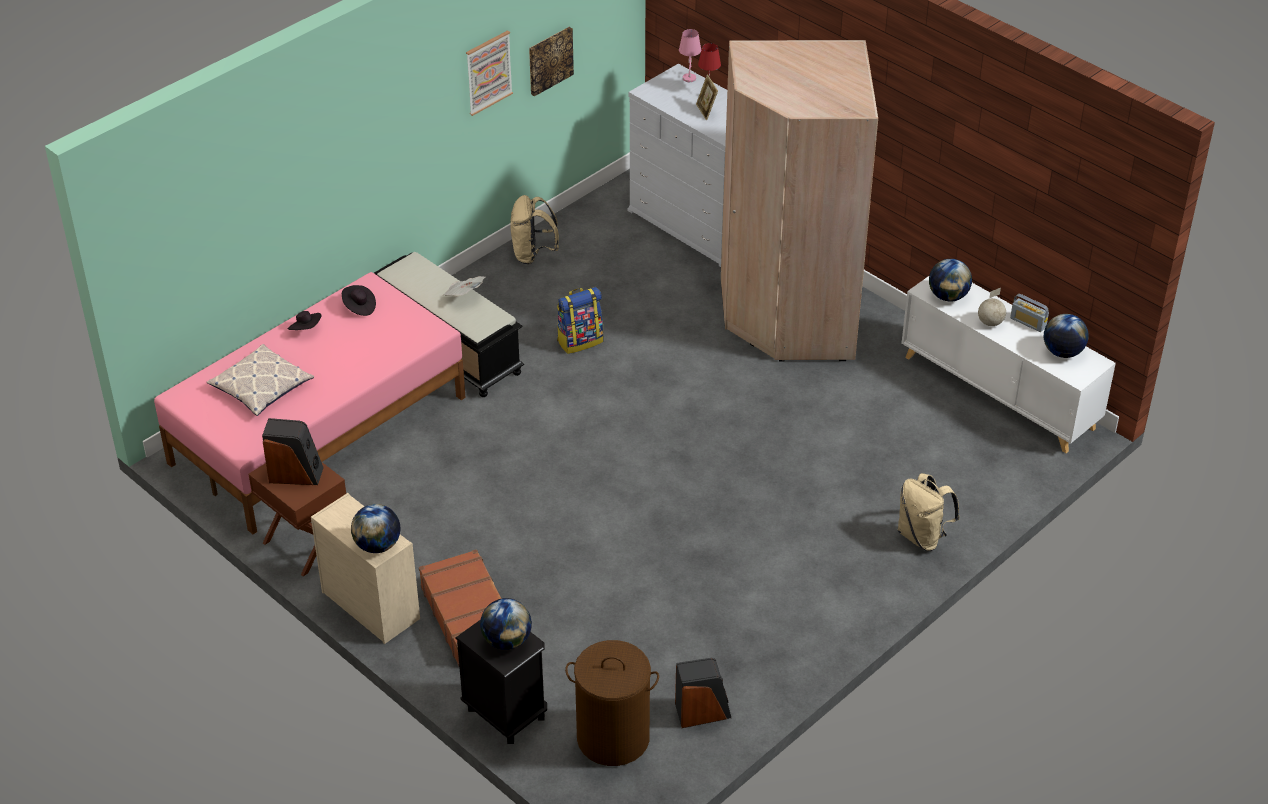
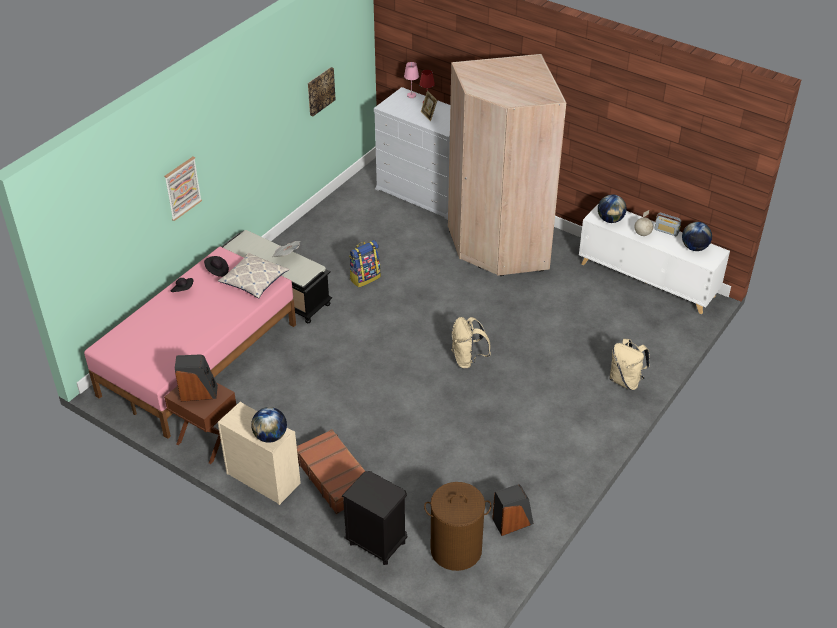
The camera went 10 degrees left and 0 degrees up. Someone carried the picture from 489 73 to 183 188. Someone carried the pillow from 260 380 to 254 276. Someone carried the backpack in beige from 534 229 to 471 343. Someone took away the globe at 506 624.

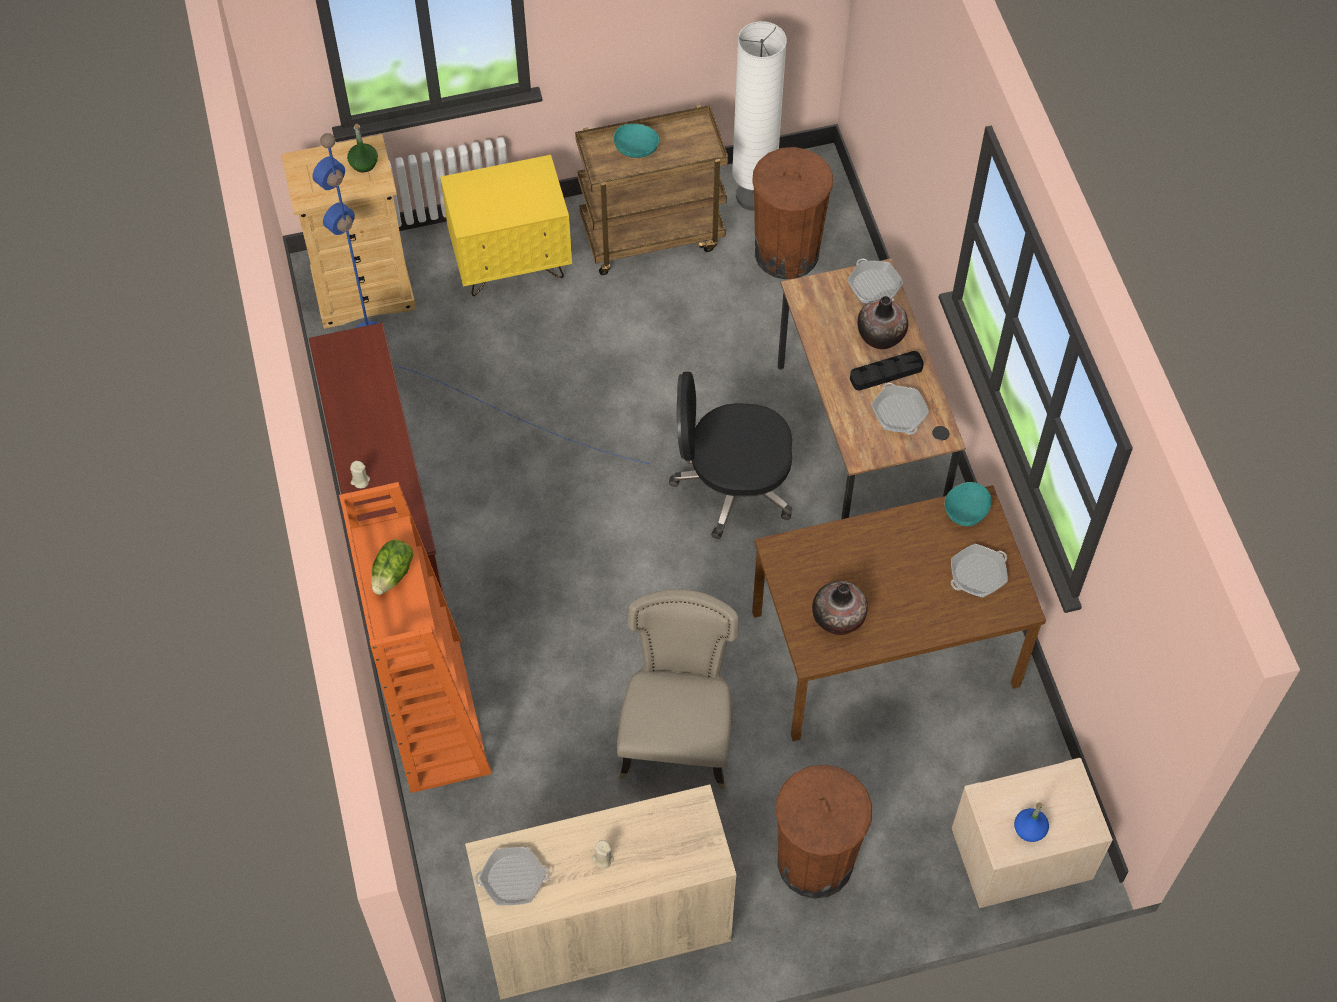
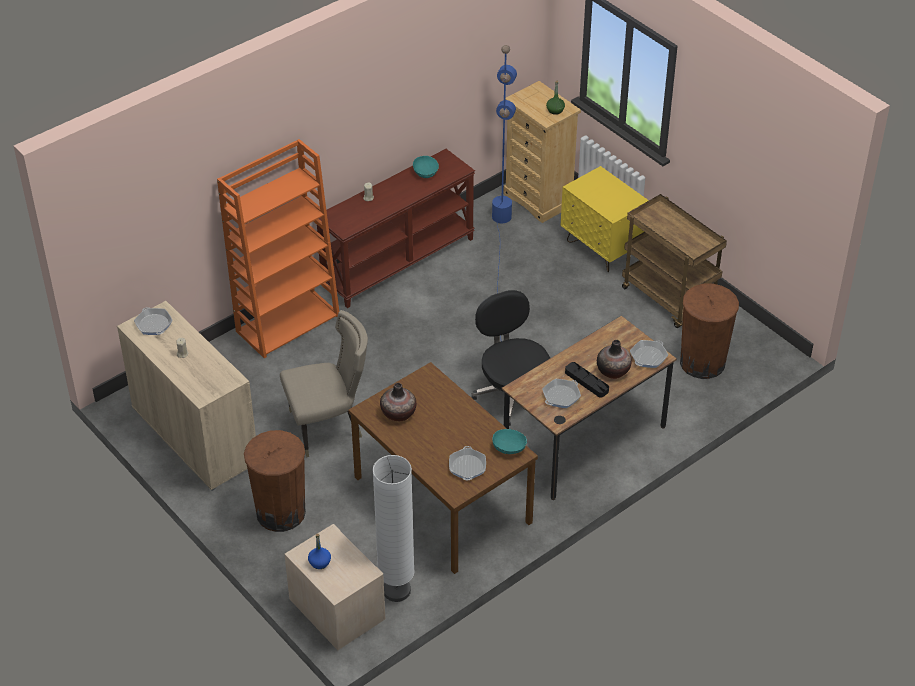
The camera went 65 degrees right and 15 degrees down. Someone carried the floor lamp in white from 759 116 to 393 528. Someone carried the bowl in turquoise from 636 140 to 426 167. Someone rotated the frying pan at 979 570 by 120 degrees counterclockwise. Someone took away the lettuce at 392 567.

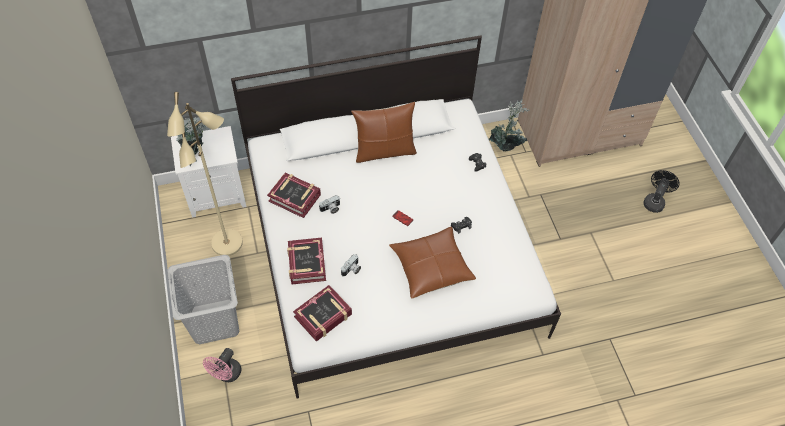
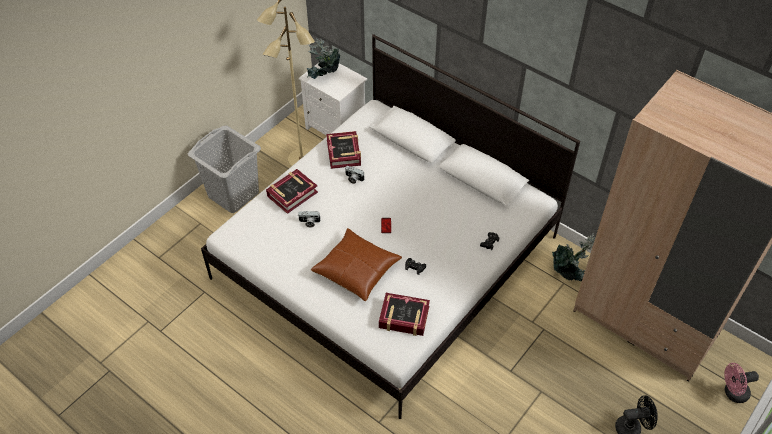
The camera went 55 degrees right and 5 degrees down. Someone carried the book from 322 313 to 404 314. Someone carried the fan in pink from 222 365 to 741 383. Someone took away the pillow in brown at 384 132.

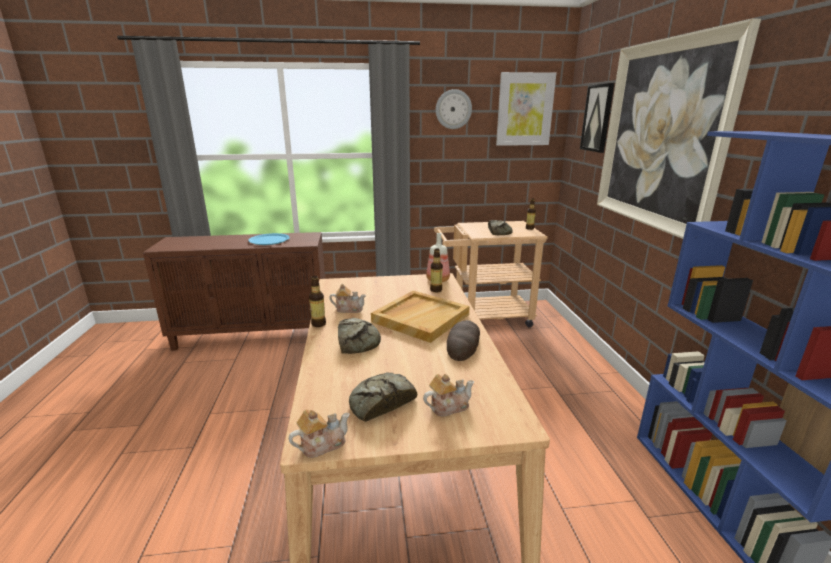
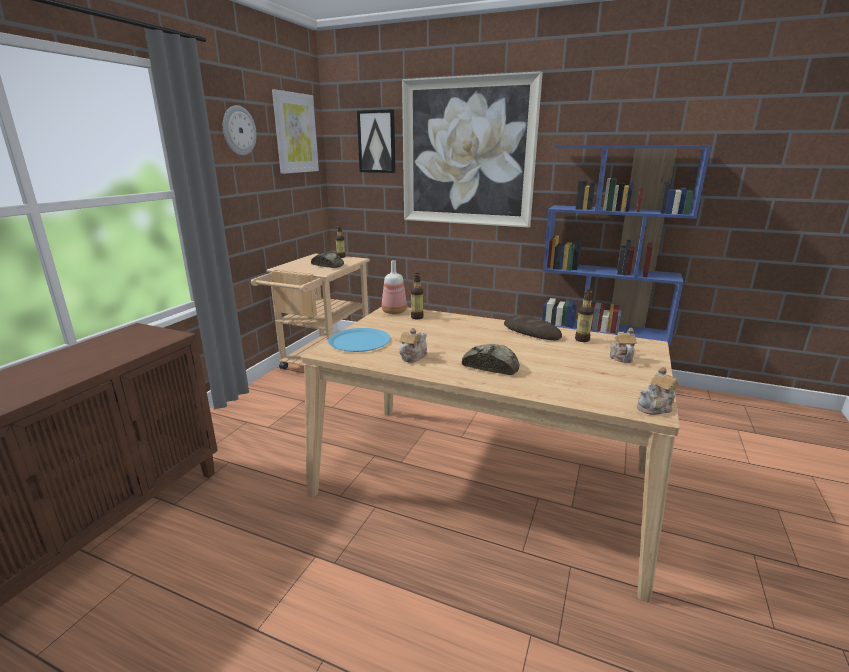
The camera went 60 degrees left and 0 degrees up. Someone carried the plate in blue from 269 239 to 359 340. Someone carried the bottle from 317 301 to 584 316. Someone rotated the teapot at 319 433 by 120 degrees counterclockwise. Someone took away the bread at 383 397. Someone took away the tray in beige at 420 316.

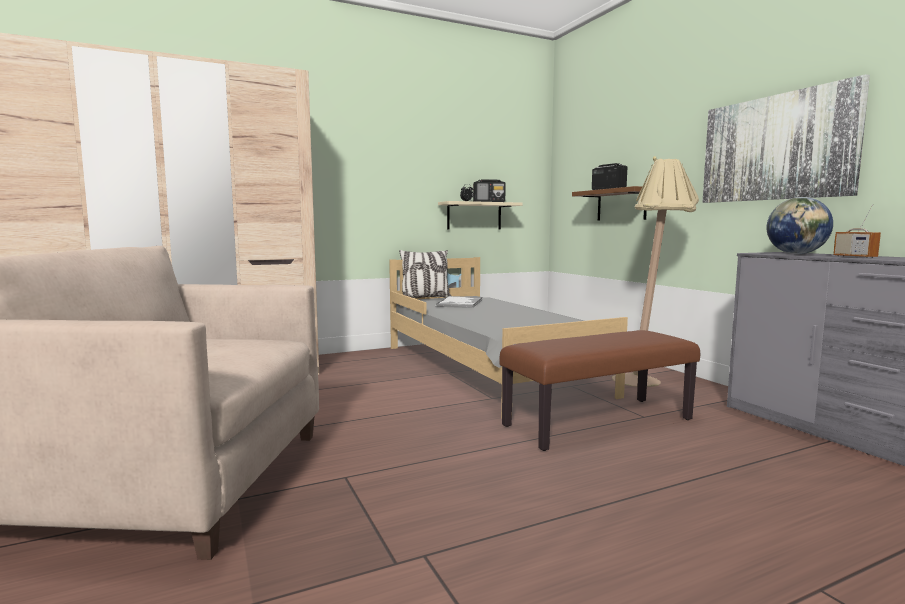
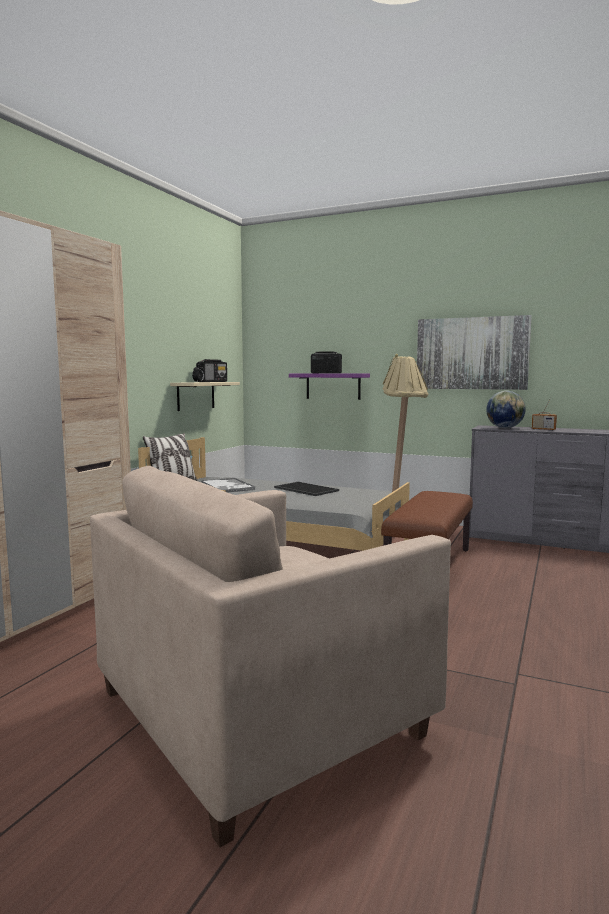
The camera went 40 degrees left and 0 degrees up. Someone put down the tray at 306 489. Someone repainted the shelf in brown at 609 203, which became the shelf in purple at 329 386.

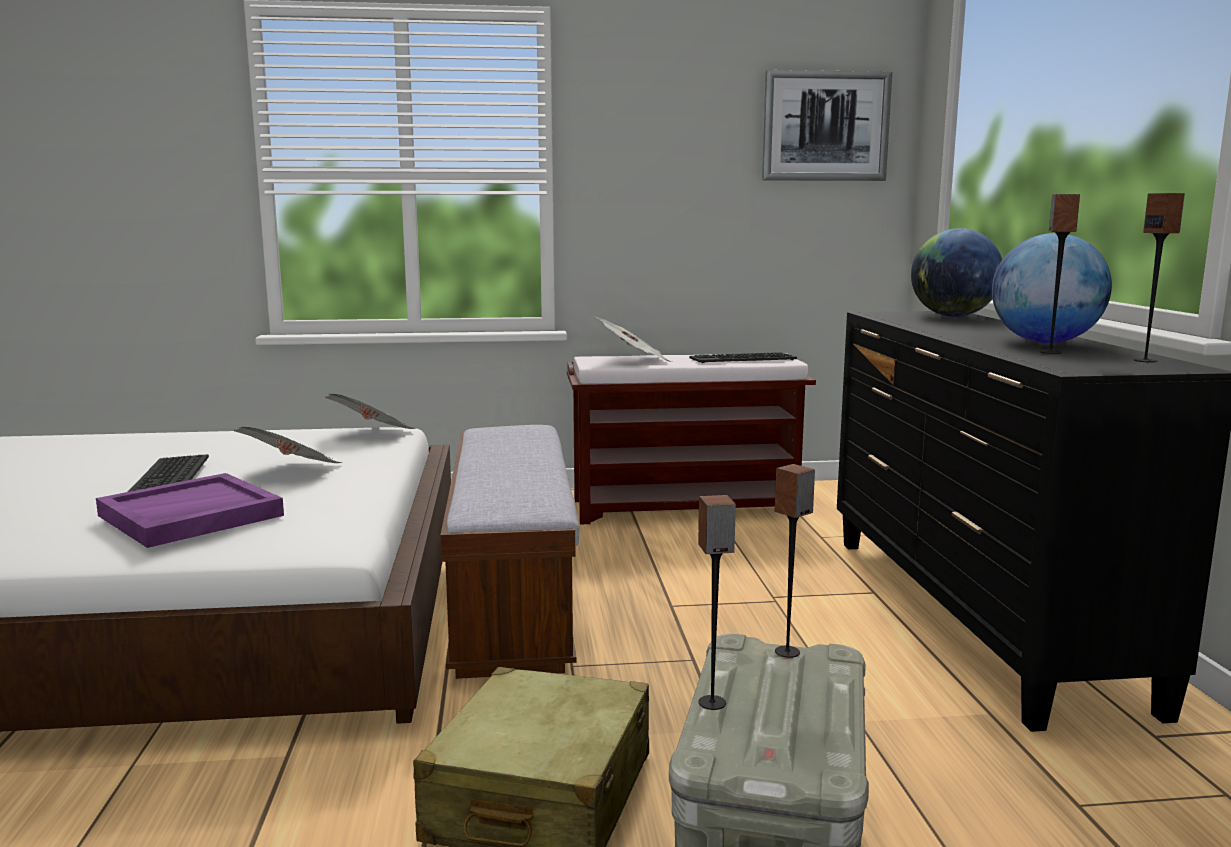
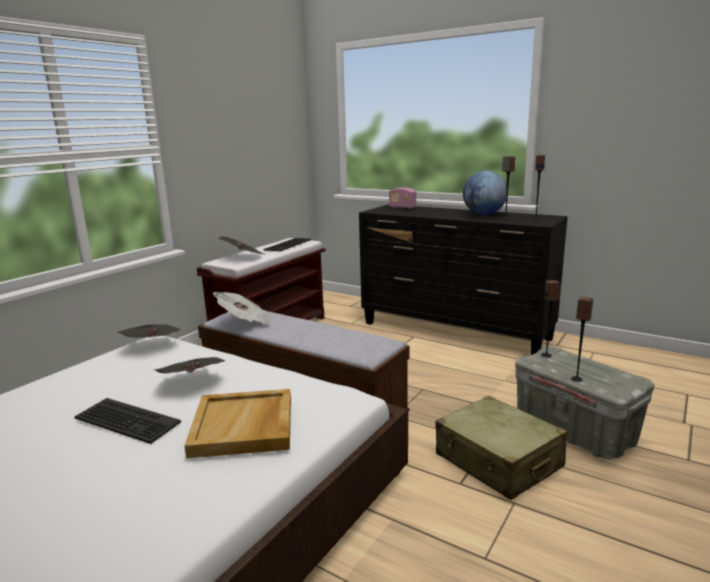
The camera went 50 degrees left and 5 degrees up. Someone repainted the tray in purple at 190 510, which became the tray in beige at 237 423. Someone put down the newspaper at 242 308. Someone swapped the globe at 956 272 for the radio at 402 198. Someone took away the picture at 827 125.

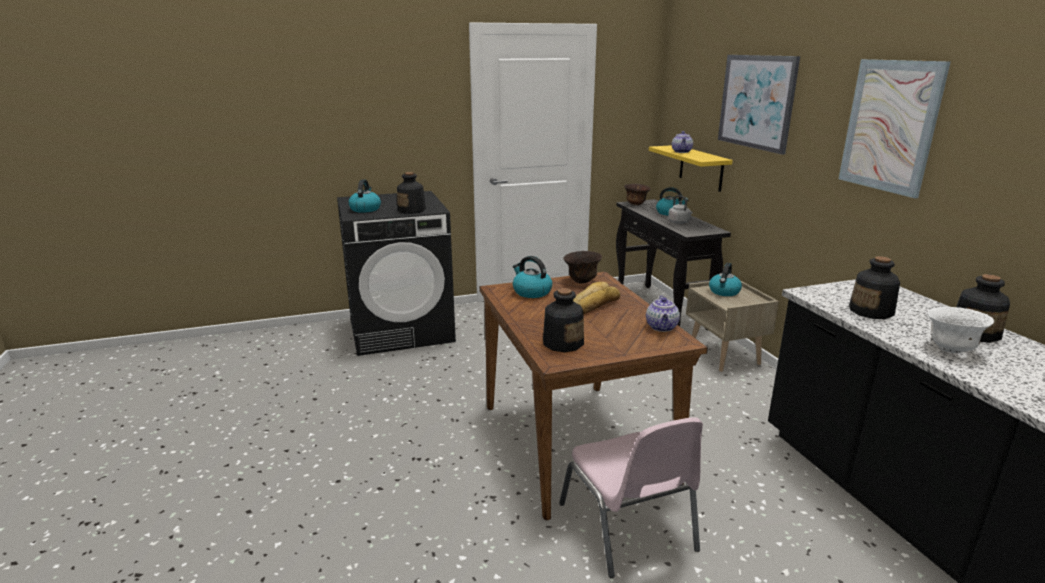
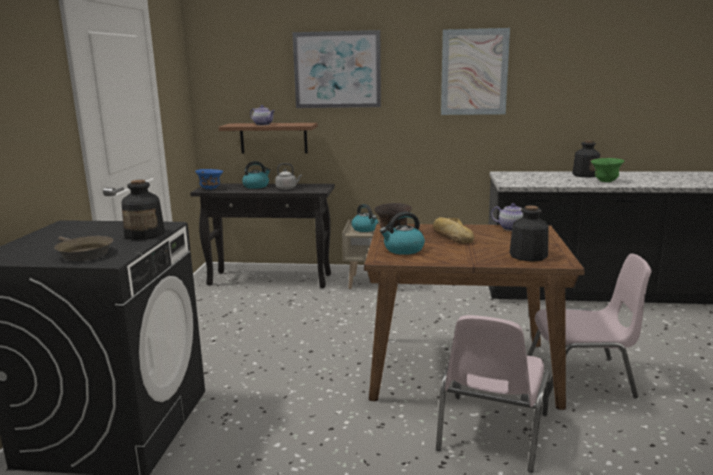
The camera went 65 degrees left and 5 degrees down. Someone swapped the kettle at 364 196 for the frying pan in brown at 83 248. Someone repainted the bowl in brown at 637 194, which became the bowl in blue at 209 179. Someone repainted the shelf in yellow at 691 168, which became the shelf in brown at 268 138. Someone put down the chair in pink at 493 394. Someone repainted the bowl in white at 960 330, which became the bowl in green at 608 170. Someone took away the bottle at 874 287.

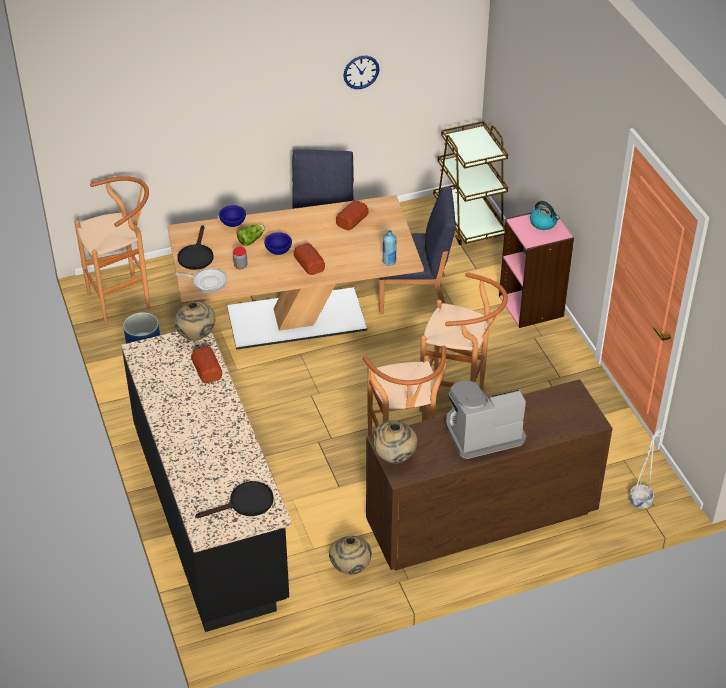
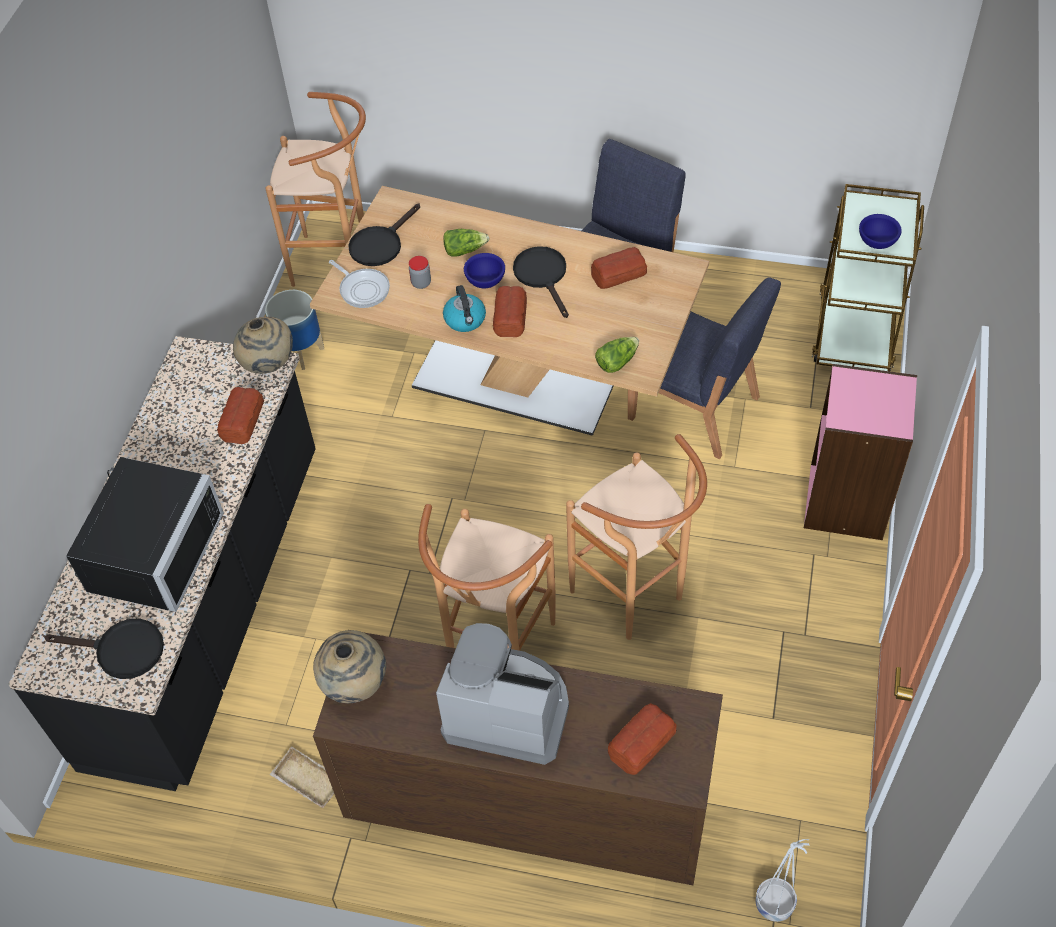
The camera went 35 degrees right and 10 degrees up. Someone put down the microwave in black at 145 534. Someone swapped the vase in beige at 350 555 for the tray in beige at 302 777. Someone carried the kettle from 545 215 to 464 308. Someone put down the frying pan in black at 541 282. Someone swapped the bottle in blue at 390 248 for the lettuce at 617 355. Someone put down the bread at 642 739. Someone carried the bowl in blue from 232 216 to 880 231. Someone took away the wall clock at 361 72.

